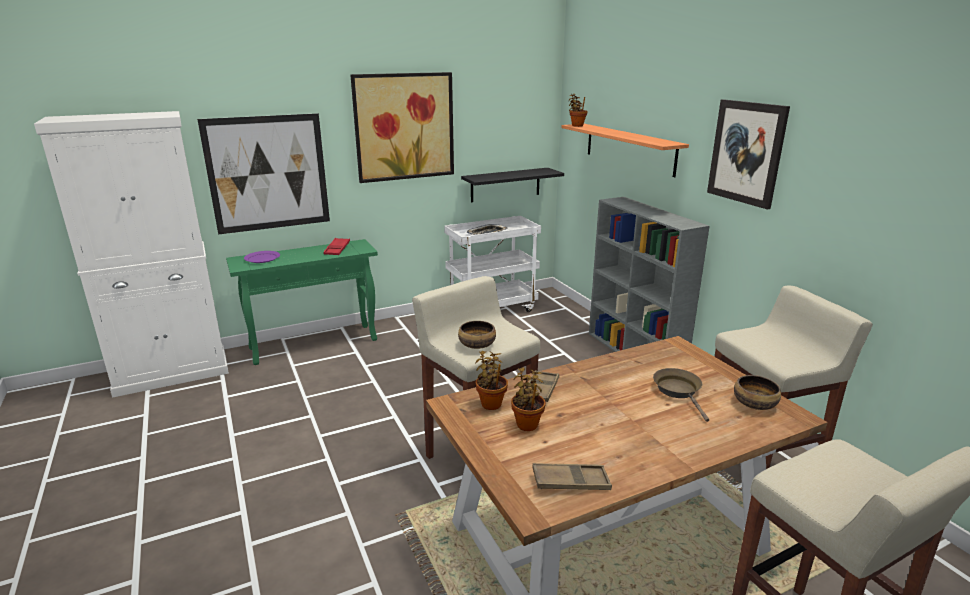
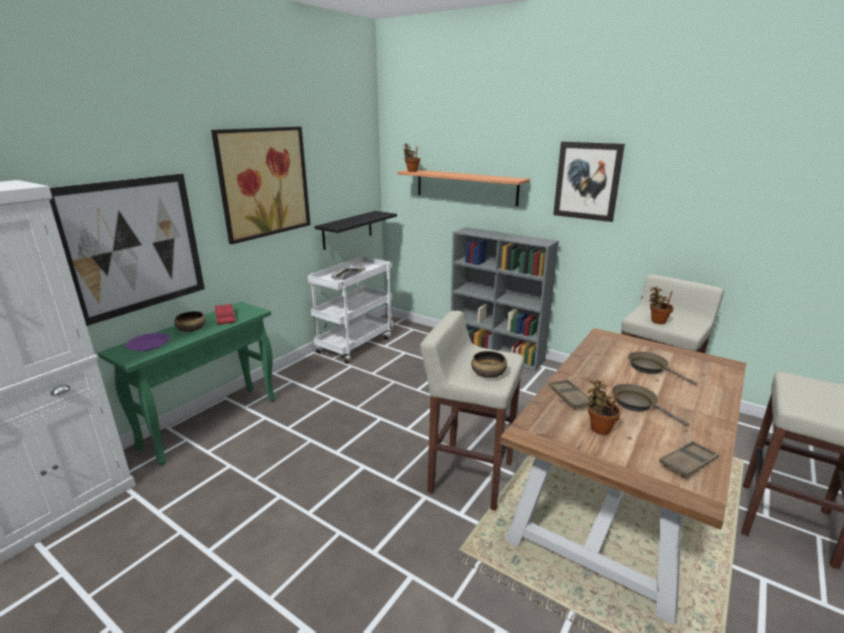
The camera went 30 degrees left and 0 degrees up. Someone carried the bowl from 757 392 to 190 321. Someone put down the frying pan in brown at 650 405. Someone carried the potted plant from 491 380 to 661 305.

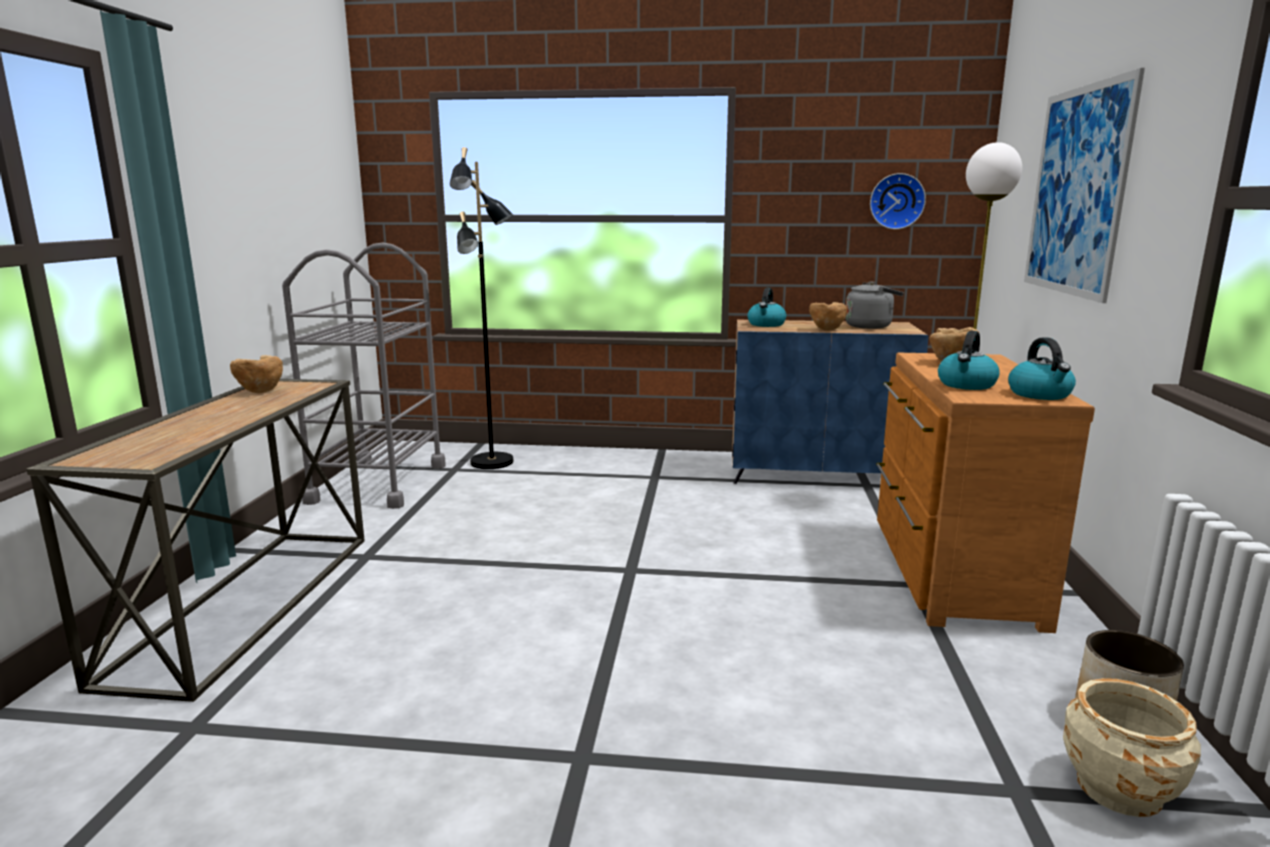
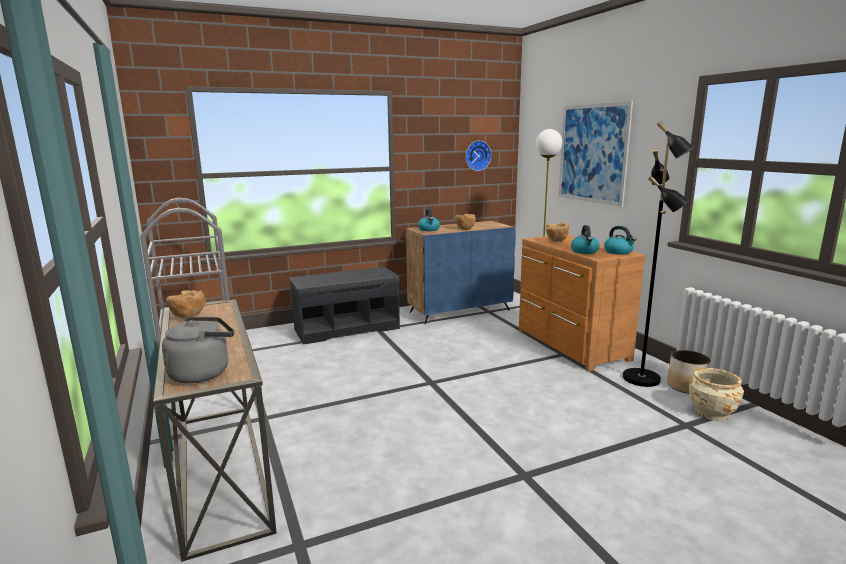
The camera went 30 degrees left and 0 degrees up. Someone carried the kettle in grey from 874 305 to 198 350. Someone put down the bench in grey at 344 306. Someone carried the floor lamp in black from 481 308 to 658 254.

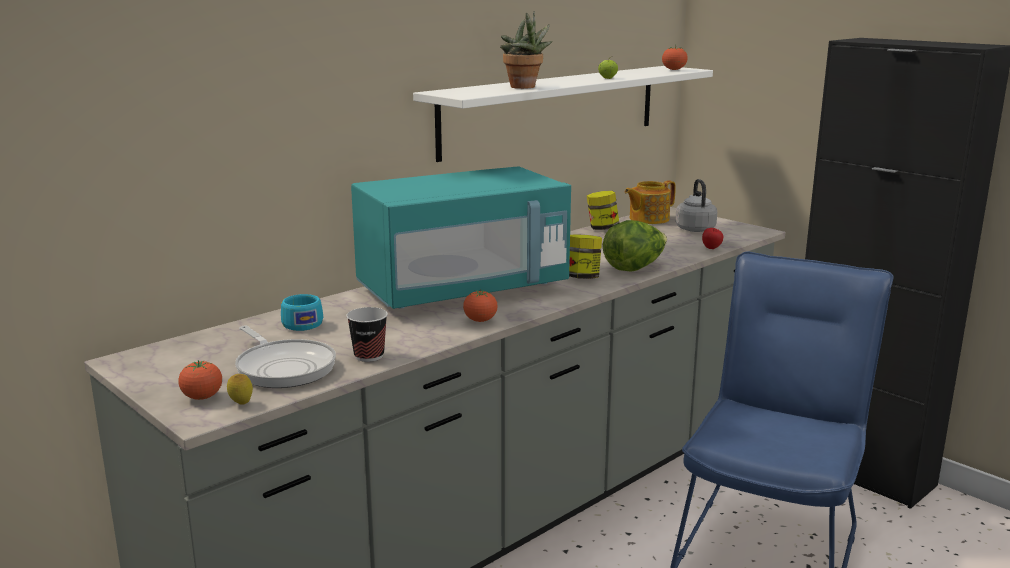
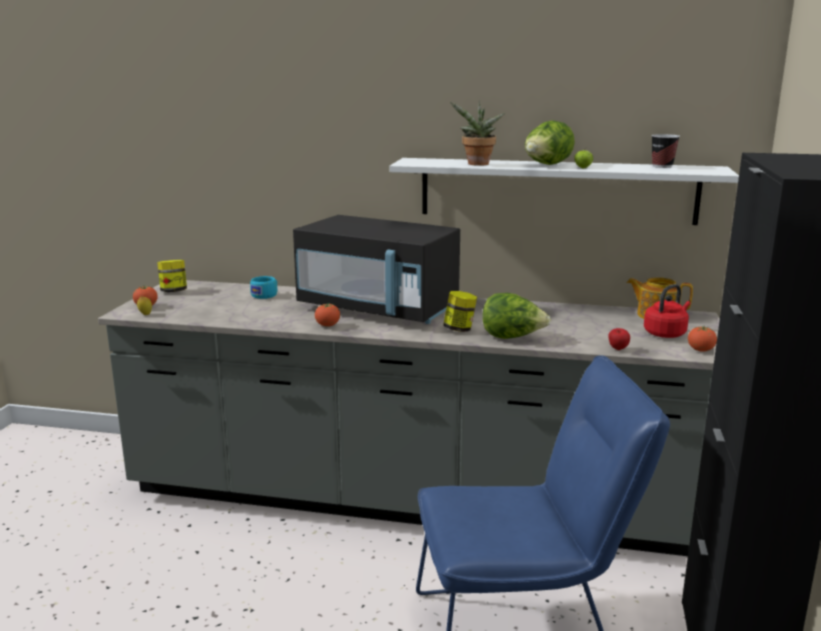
The camera went 55 degrees right and 0 degrees up. Someone carried the jar from 603 210 to 172 276. Someone repainted the microwave in turquoise at 461 237, which became the microwave in black at 376 269. Someone put down the lettuce at 550 143. Someone repainted the kettle in grey at 696 205, which became the kettle in red at 667 311. Someone carried the cup from 367 334 to 665 151. Someone carried the tomato from 675 57 to 702 339. Someone took away the frying pan at 285 357.

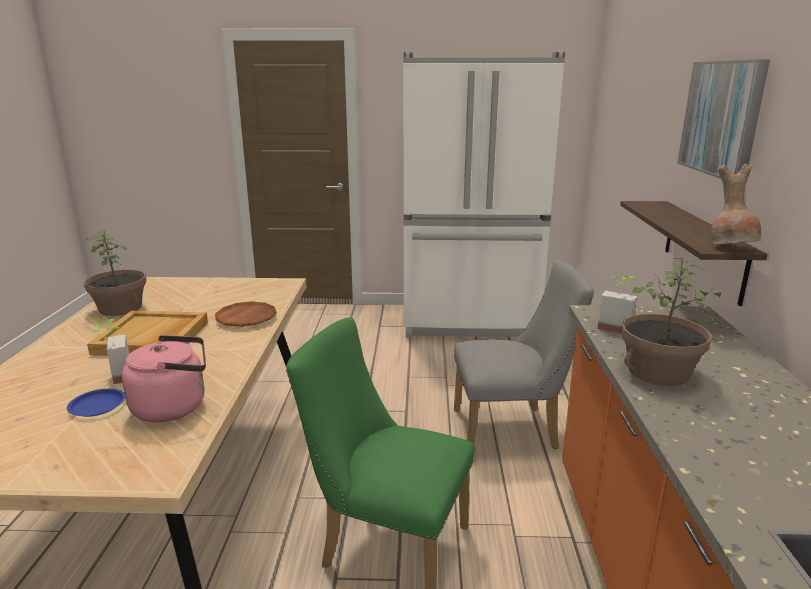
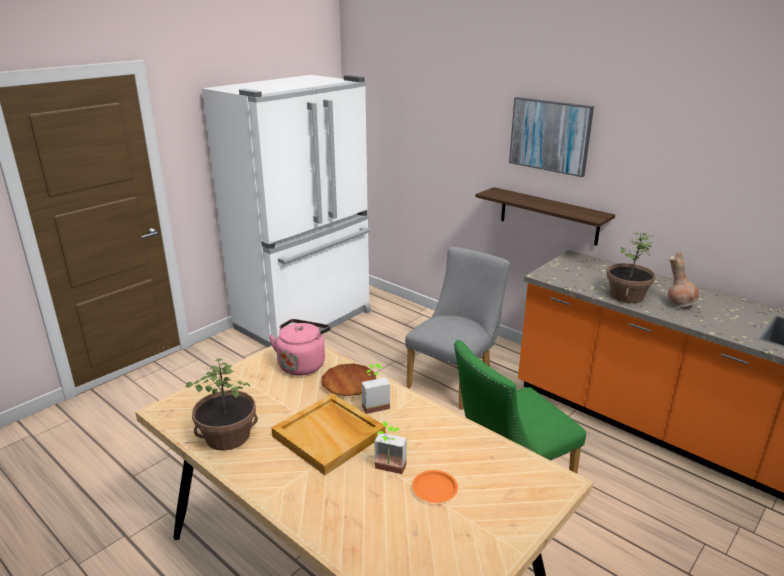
The camera went 50 degrees left and 5 degrees up. Someone carried the kettle in pink from 164 378 to 300 347. Someone carried the potted plant from 617 305 to 376 388. Someone repainted the plate in blue at 96 402, which became the plate in orange at 435 486. Someone carried the vase in brown from 736 204 to 683 279.

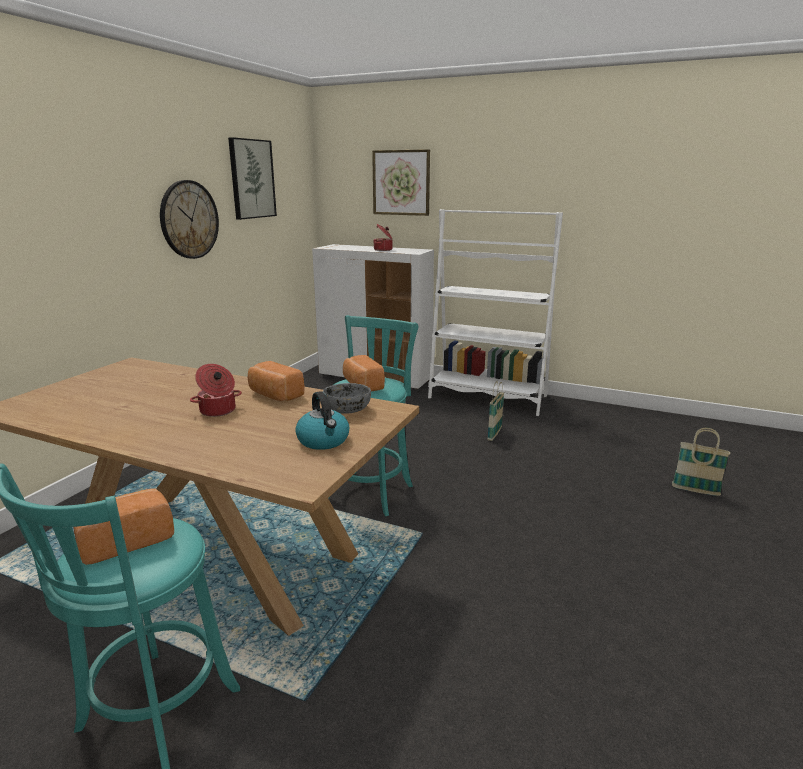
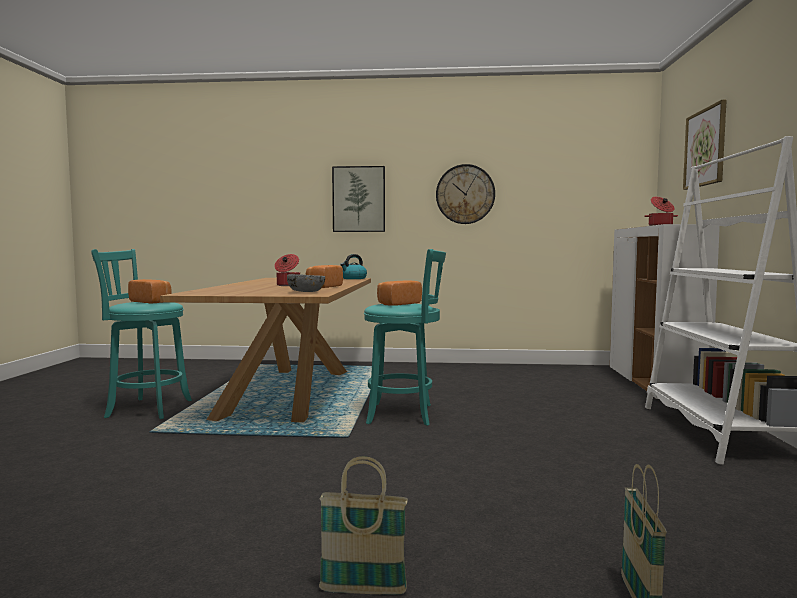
The camera went 70 degrees right and 15 degrees down. Someone carried the basket from 495 411 to 363 525. Someone carried the picture from 252 178 to 358 199. Someone carried the kettle from 322 420 to 353 266.

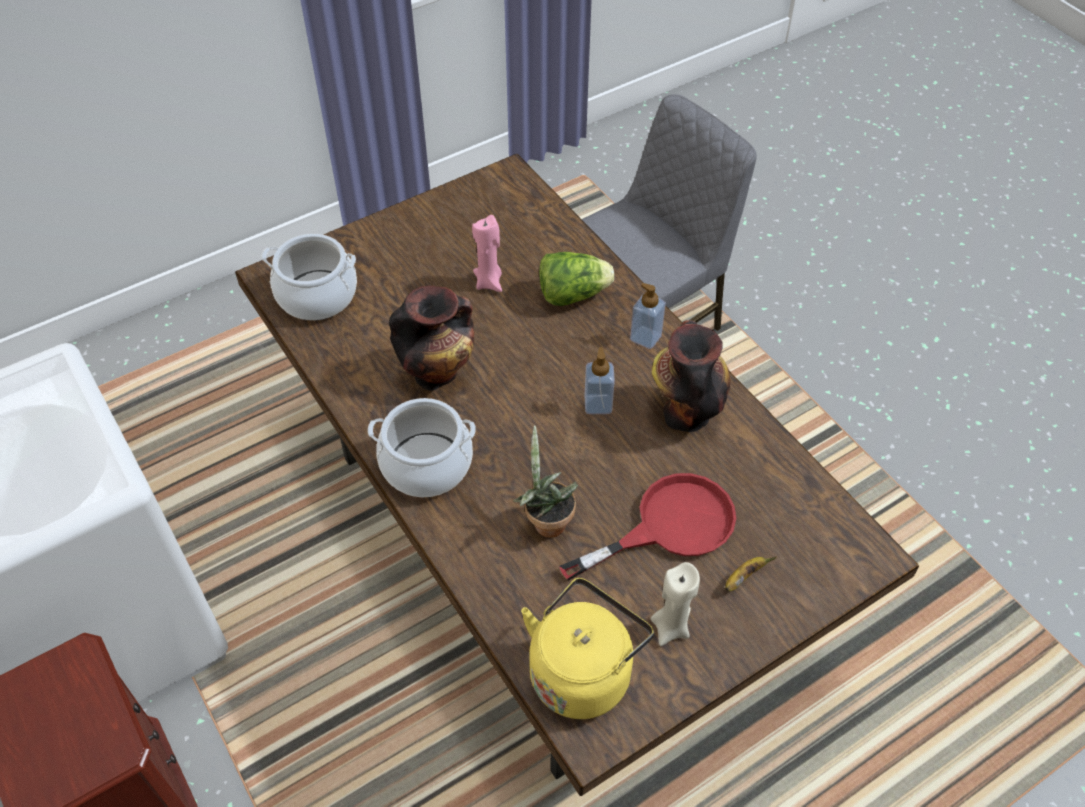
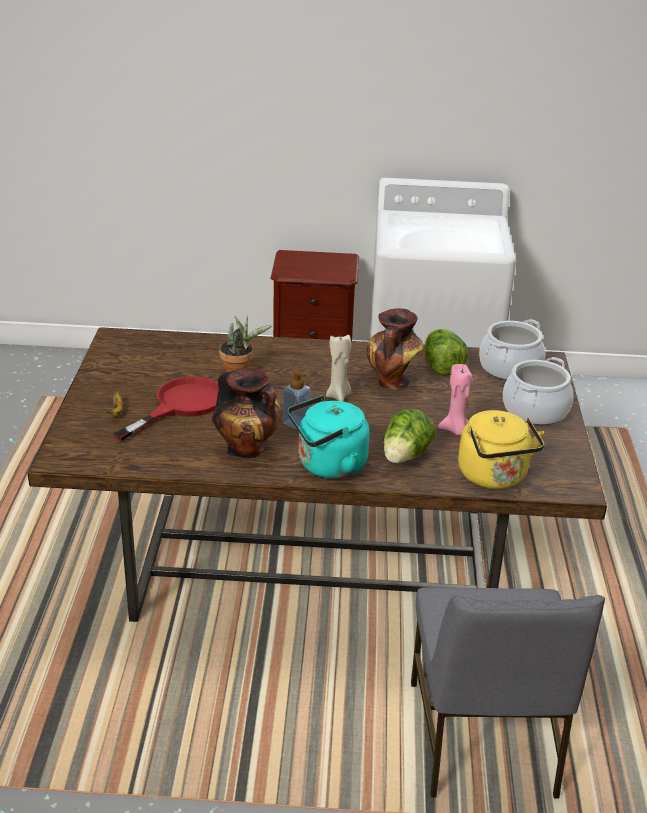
The camera went 125 degrees right and 20 degrees down. Someone rotated the frying pan in red at 647 526 by 150 degrees counterclockwise. Someone swapped the soap dispenser at 648 316 for the kettle in turquoise at 329 437. Someone carried the candle in beige from 675 604 to 338 368. Someone put down the lettuce at 446 352. Someone carried the kettle in yellow from 587 648 to 501 449. Someone carried the cooking pot from 422 447 to 538 391.

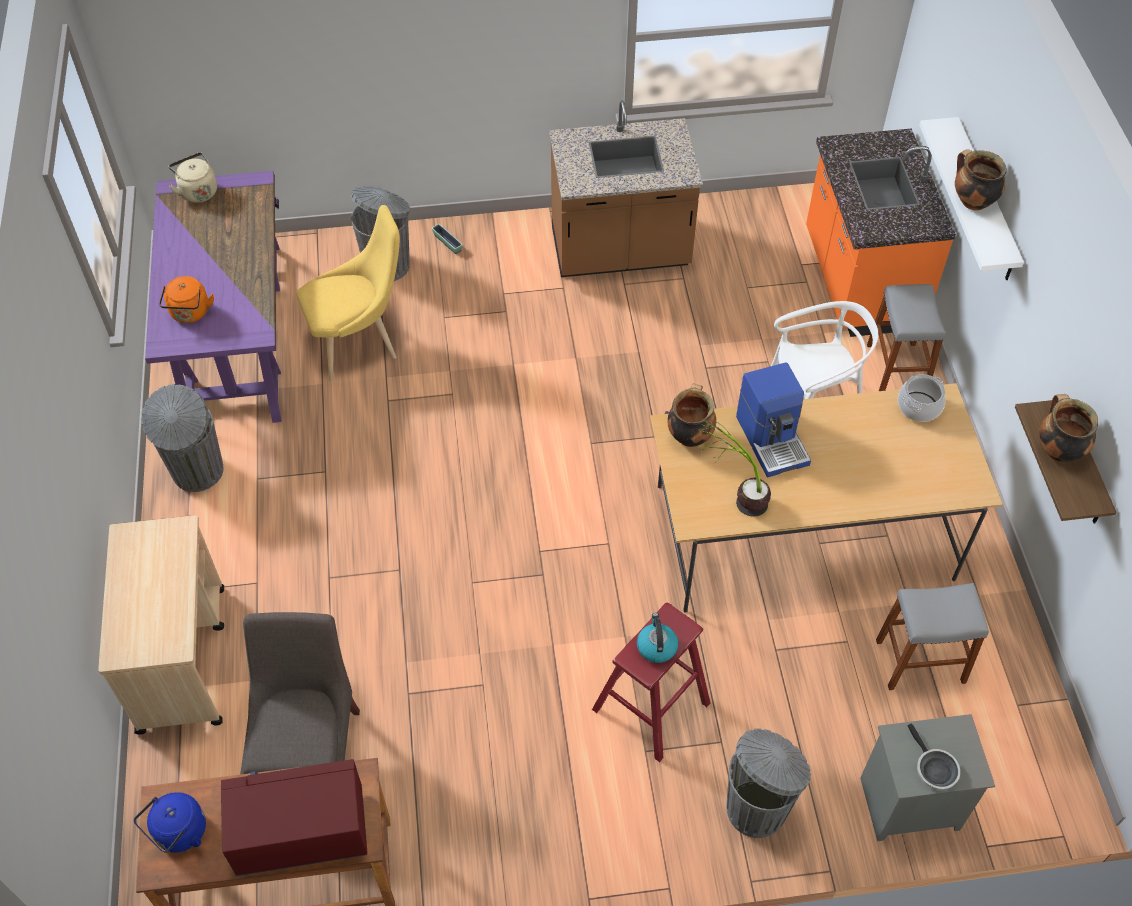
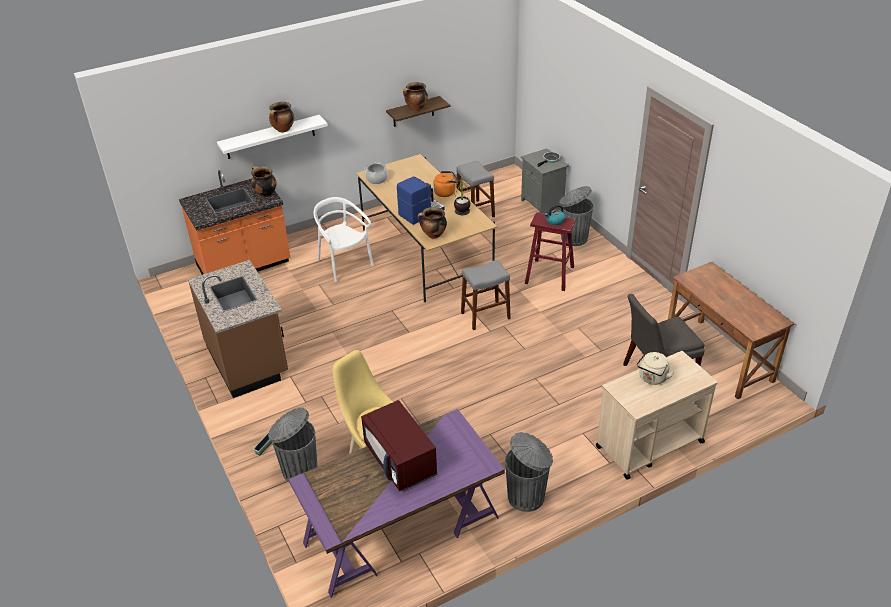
The camera went 110 degrees left and 15 degrees down. Someone put down the cooking pot at 264 181. Someone carried the microwave in red from 294 817 to 399 445. Someone carried the kettle in orange from 186 299 to 446 184. Someone carried the stool in grey from 906 337 to 486 295. Someone carried the kettle in beige from 193 177 to 656 368. Someone took away the kettle in blue at 170 822.

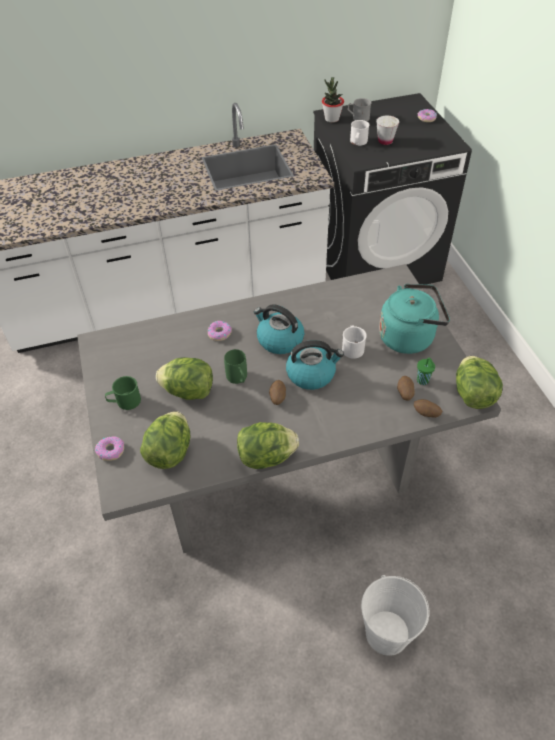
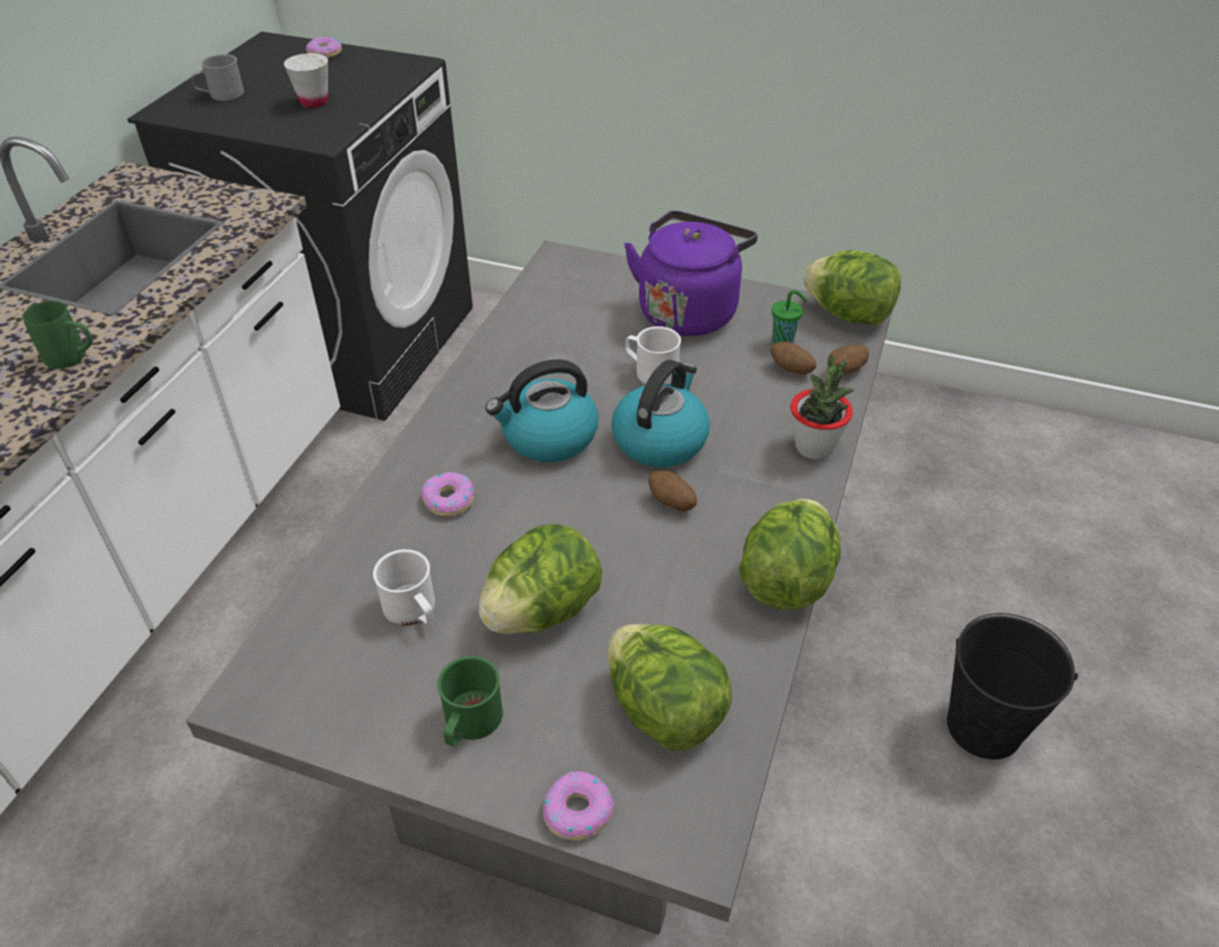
The camera went 55 degrees left and 5 degrees down. Someone carried the mug in green from 235 366 to 58 335. Someone carried the mug in white from 359 133 to 404 587. Someone repainted the kettle in turquoise at 414 319, which became the kettle in purple at 691 273. Someone carried the potted plant from 333 100 to 822 408. Someone repainted the bucket in white at 395 615, which became the bucket in black at 1012 686.

